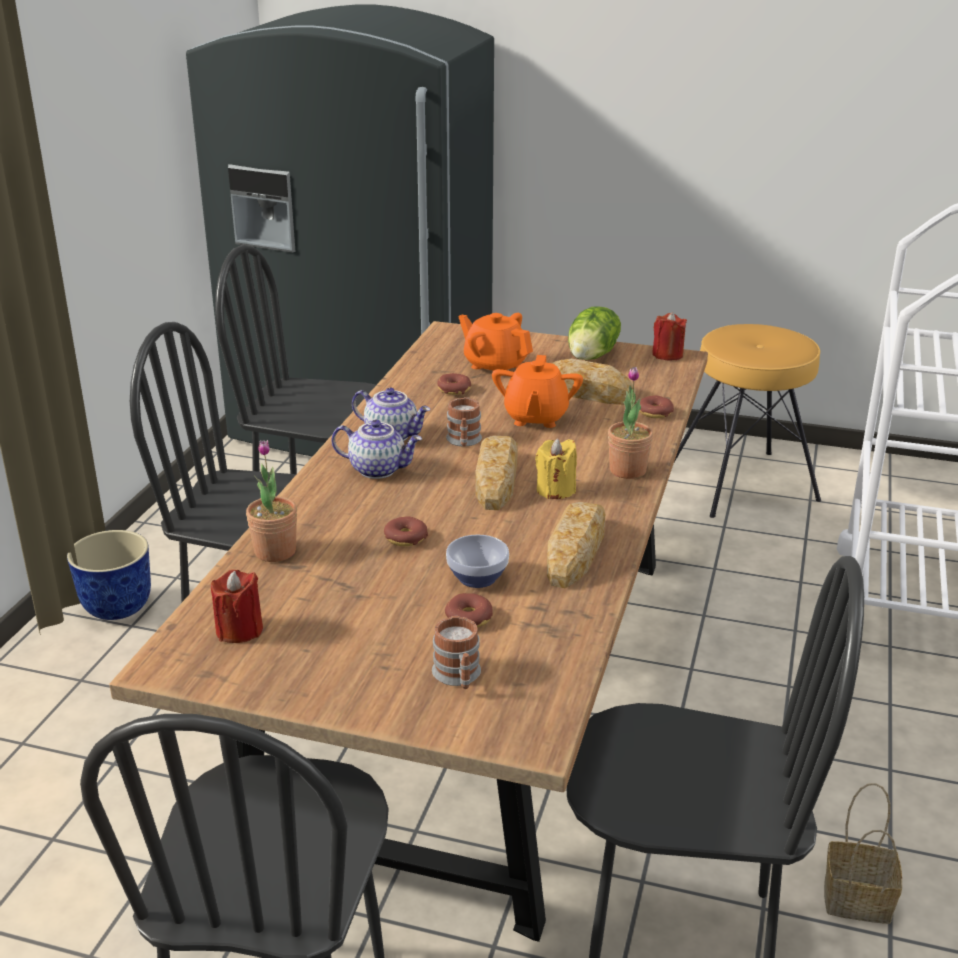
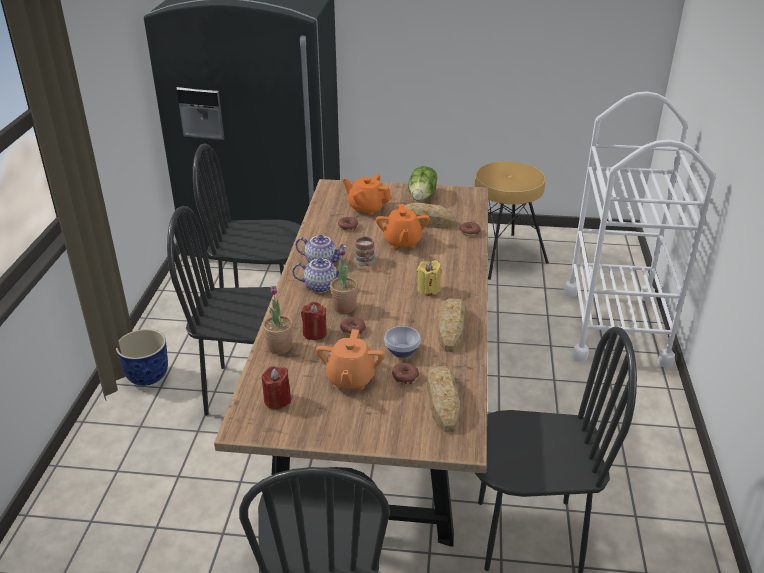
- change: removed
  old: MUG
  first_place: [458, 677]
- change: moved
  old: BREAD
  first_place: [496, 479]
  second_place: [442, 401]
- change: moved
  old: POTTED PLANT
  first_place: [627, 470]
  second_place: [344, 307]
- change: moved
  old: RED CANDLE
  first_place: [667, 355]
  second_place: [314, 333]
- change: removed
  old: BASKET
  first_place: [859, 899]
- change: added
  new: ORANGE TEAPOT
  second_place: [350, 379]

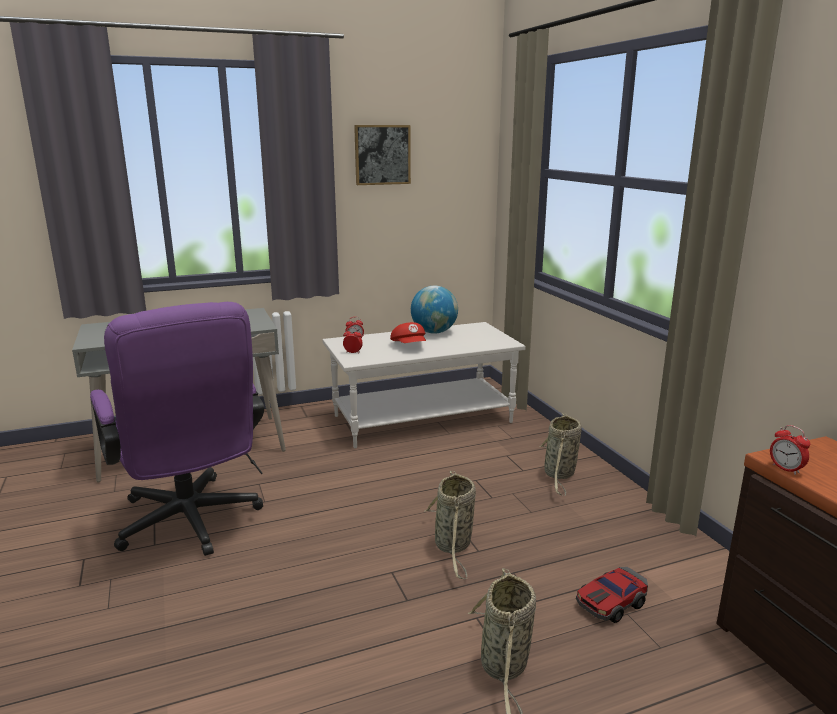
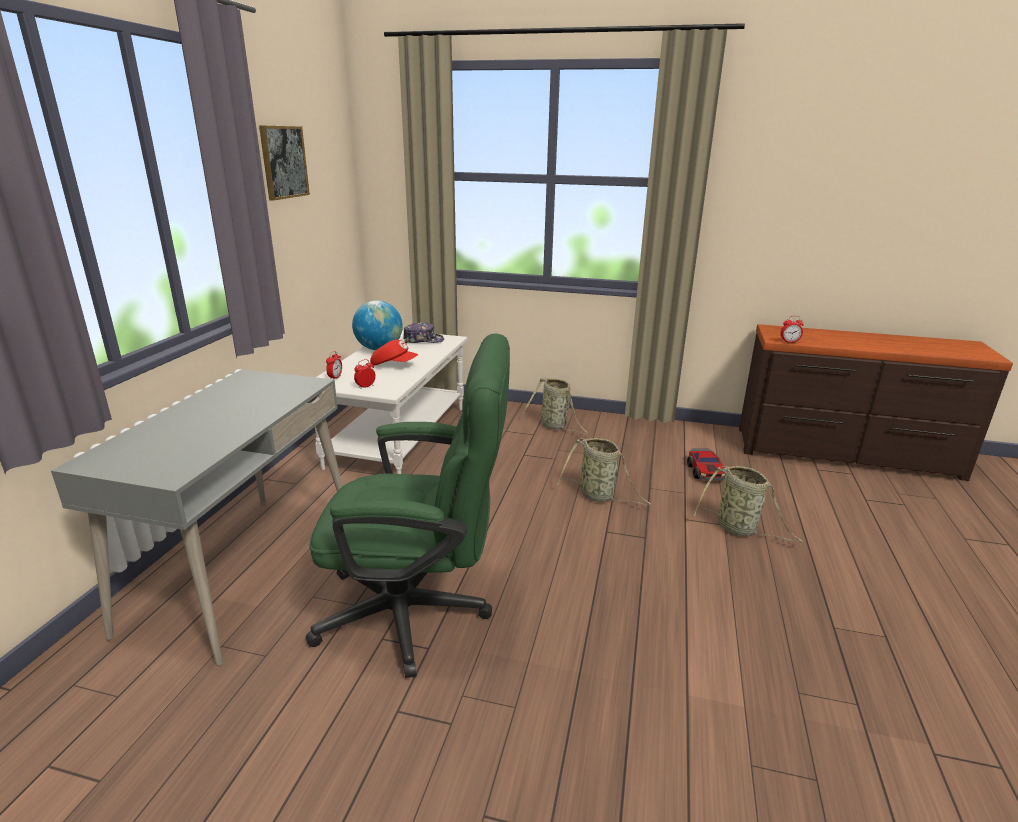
- change: recoloured
  old: PURPLE OFFICE CHAIR
  new: GREEN OFFICE CHAIR
  first_place: [191, 525]
  second_place: [419, 613]
- change: added
  new: CAP
  second_place: [423, 340]

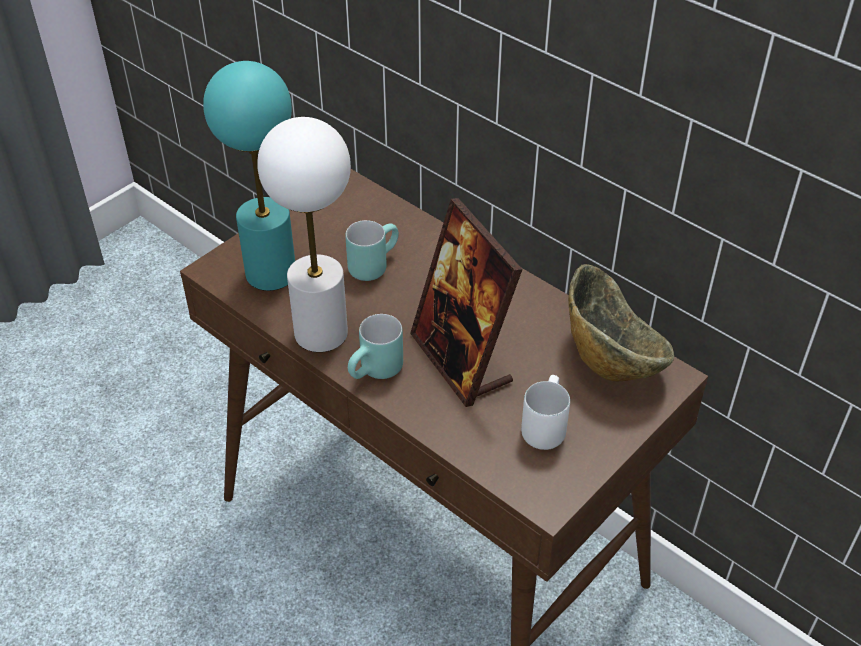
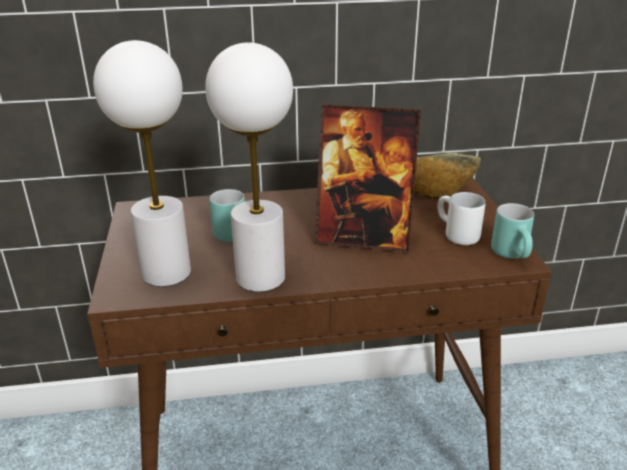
- change: recoloured
  old: TURQUOISE TABLE LAMP
  new: WHITE TABLE LAMP
  first_place: [271, 273]
  second_place: [166, 272]
- change: moved
  old: TURQUOISE MUG
  first_place: [377, 373]
  second_place: [514, 255]

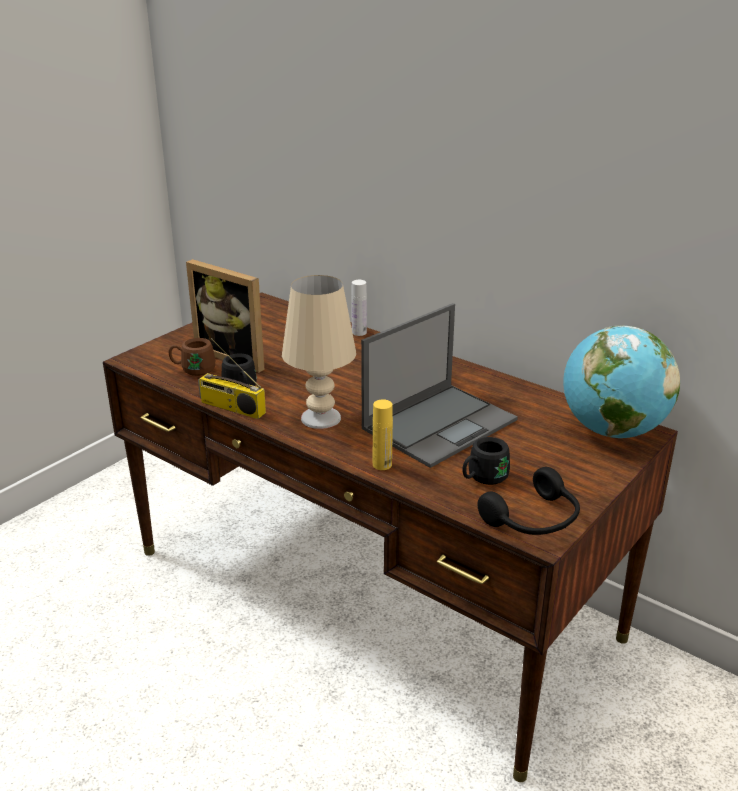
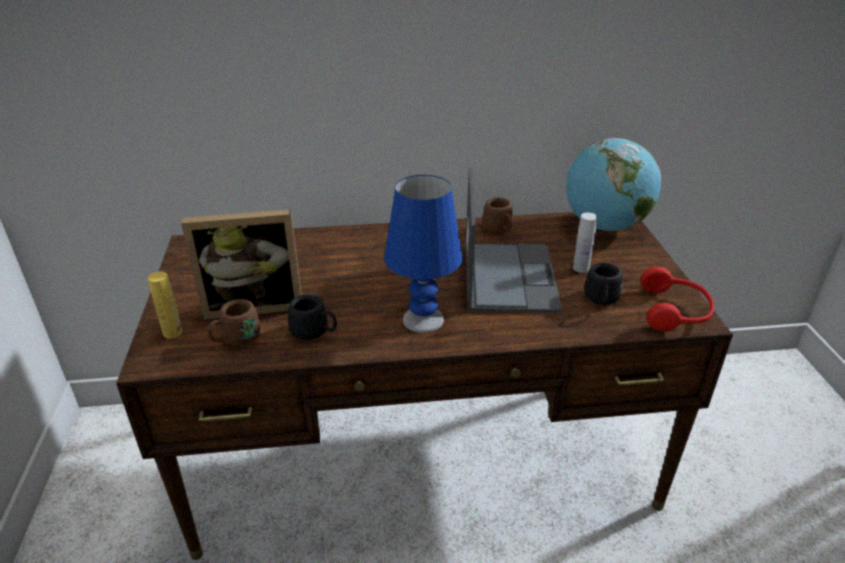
- change: removed
  old: RADIO
  first_place: [231, 408]
- change: recoloured
  old: BEIGE TABLE LAMP
  new: BLUE TABLE LAMP
  first_place: [320, 418]
  second_place: [422, 320]
- change: moved
  old: WHITE BOTTLE
  first_place: [359, 332]
  second_place: [580, 268]
- change: moved
  old: YELLOW BOTTLE
  first_place: [382, 464]
  second_place: [172, 332]
- change: recoloured
  old: BLACK HEADPHONES
  new: RED HEADPHONES
  first_place: [534, 520]
  second_place: [675, 311]
- change: added
  new: BROWN MUG
  second_place: [499, 230]

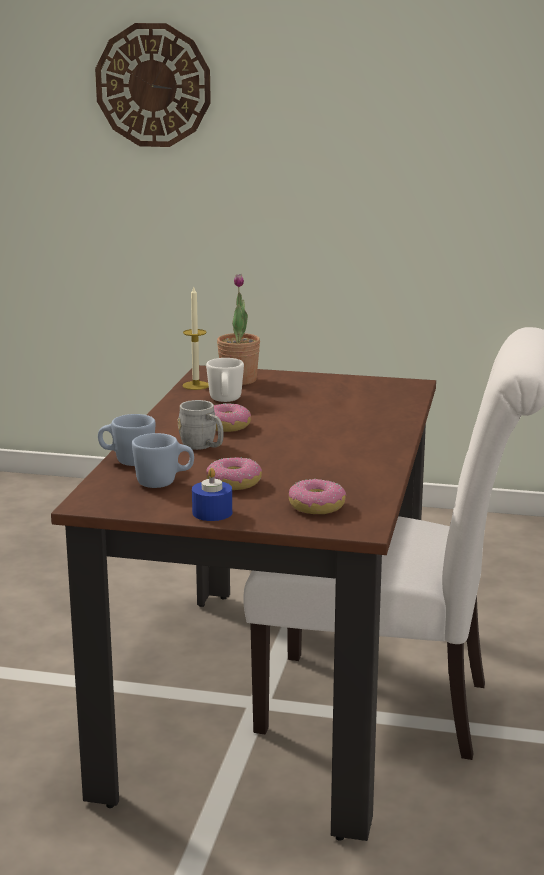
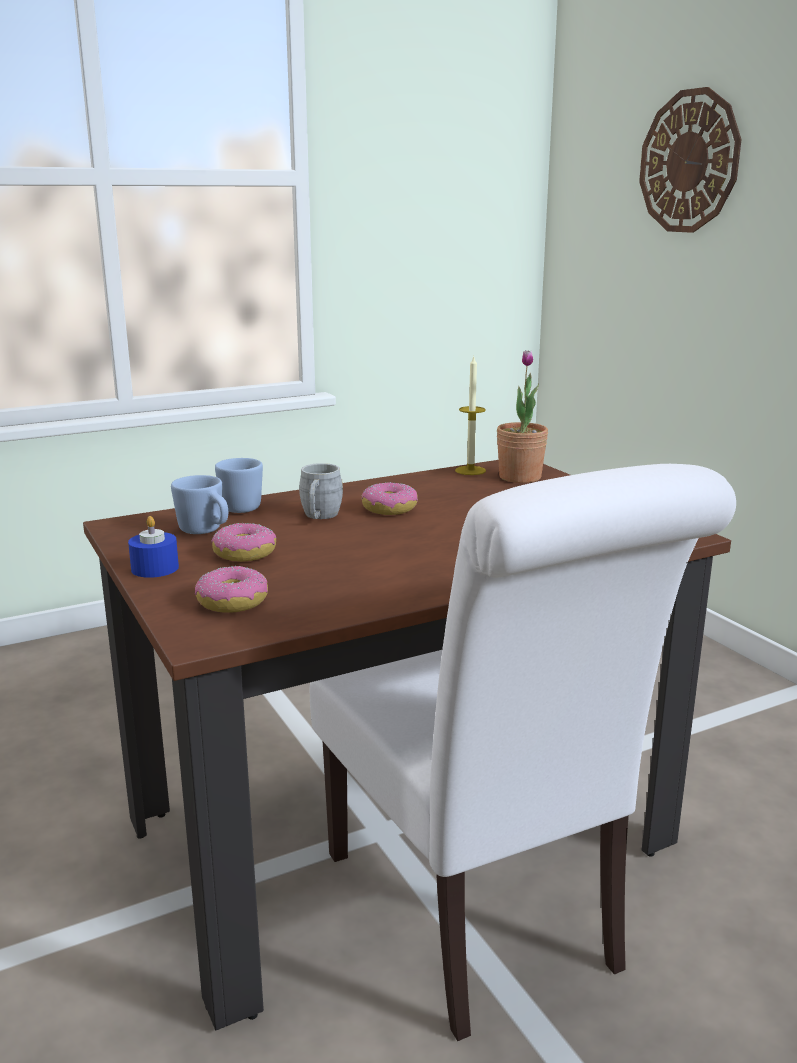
- change: removed
  old: WHITE MUG
  first_place: [225, 400]

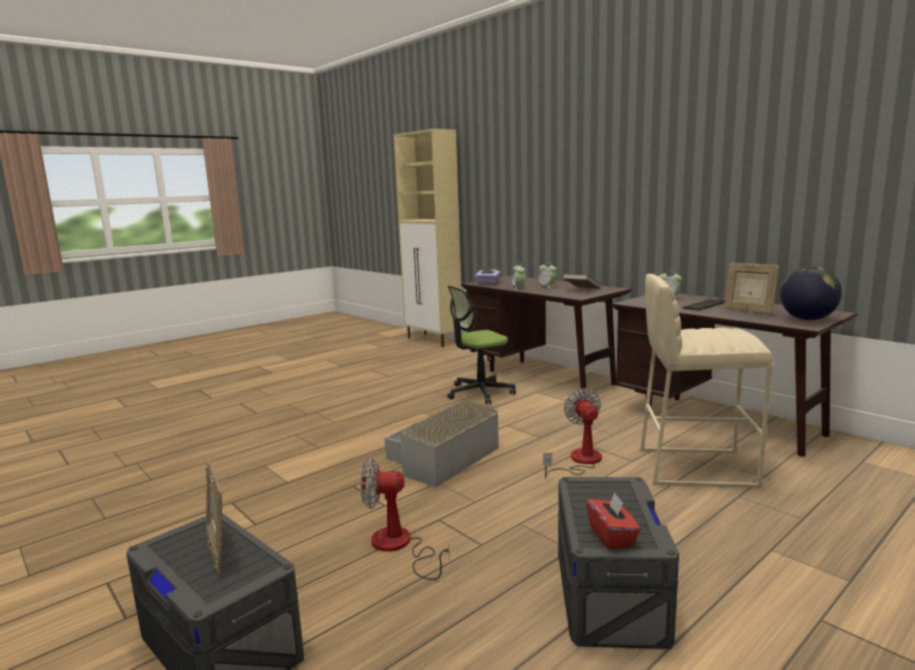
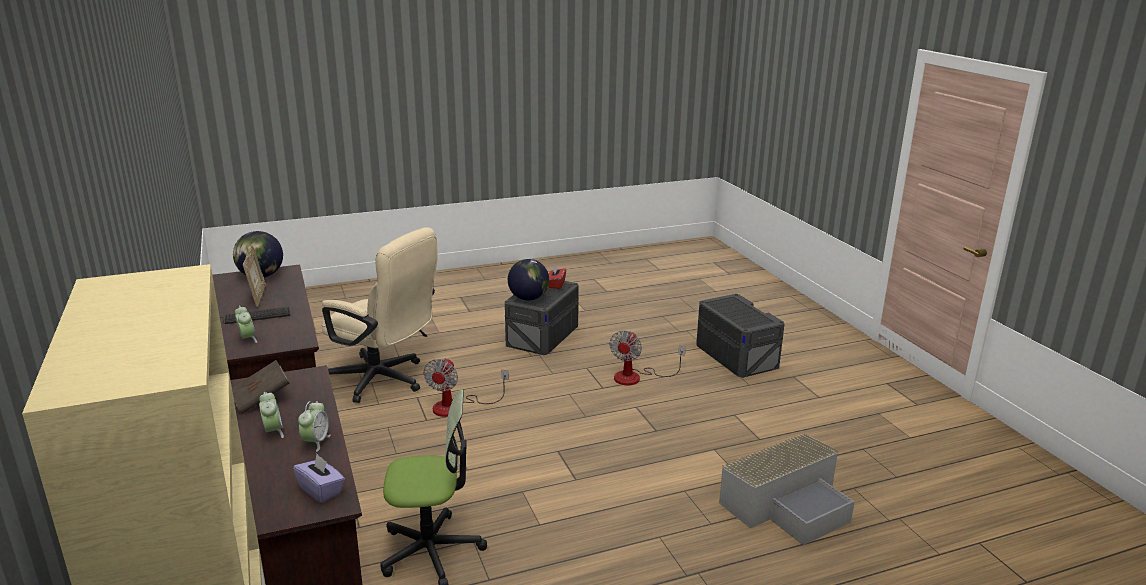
- change: removed
  old: PICTURE FRAME
  first_place: [218, 551]
- change: turned
  old: FAN
  first_place: [399, 547]
  second_place: [636, 377]
  degrees: 90
- change: moved
  old: GREY STORAGE BOX
  first_place: [441, 459]
  second_place: [787, 504]
- change: replaced
  old: BEIGE STOOL
  new: BEIGE OFFICE CHAIR
  first_place: [694, 467]
  second_place: [384, 381]
- change: added
  new: GLOBE
  second_place: [528, 298]

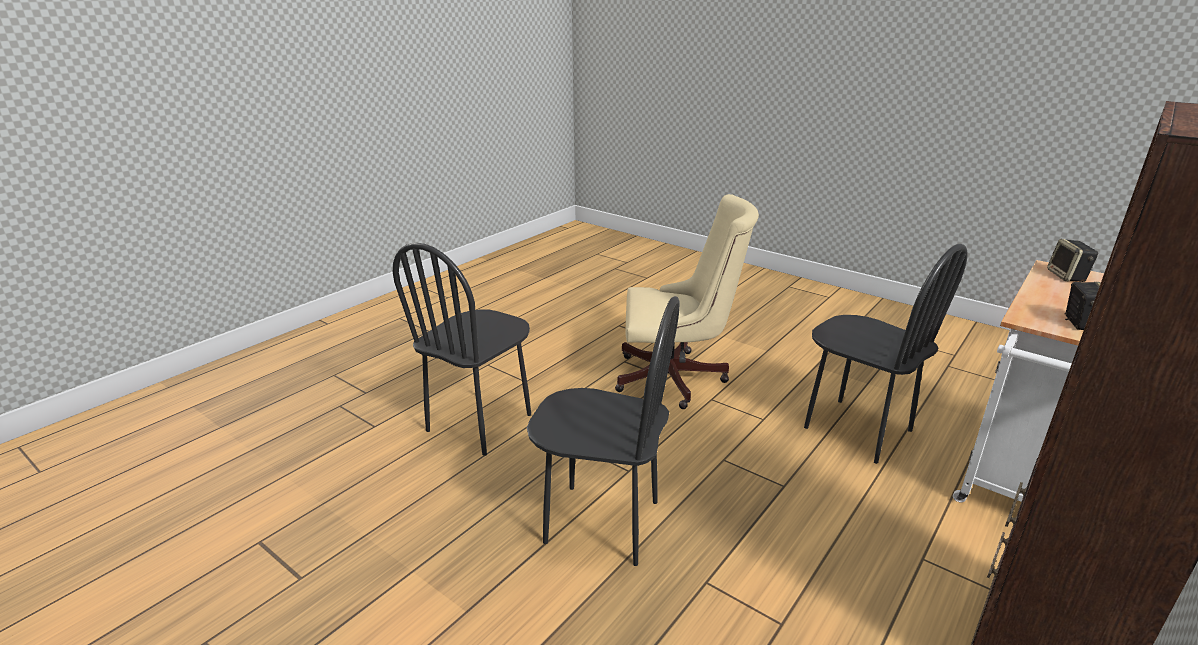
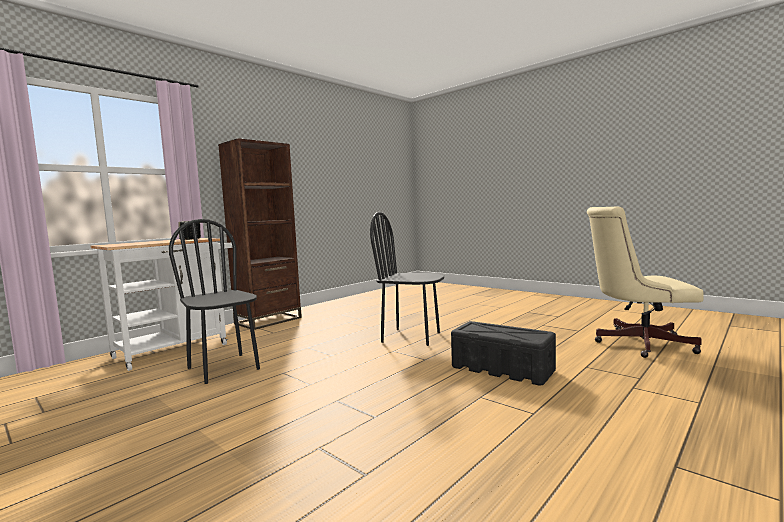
- change: replaced
  old: BLACK CHAIR
  new: BLACK STORAGE BOX
  first_place: [480, 423]
  second_place: [503, 369]
- change: moved
  old: BEIGE OFFICE CHAIR
  first_place: [677, 379]
  second_place: [636, 343]
- change: removed
  old: SPEAKER
  first_place: [1067, 276]

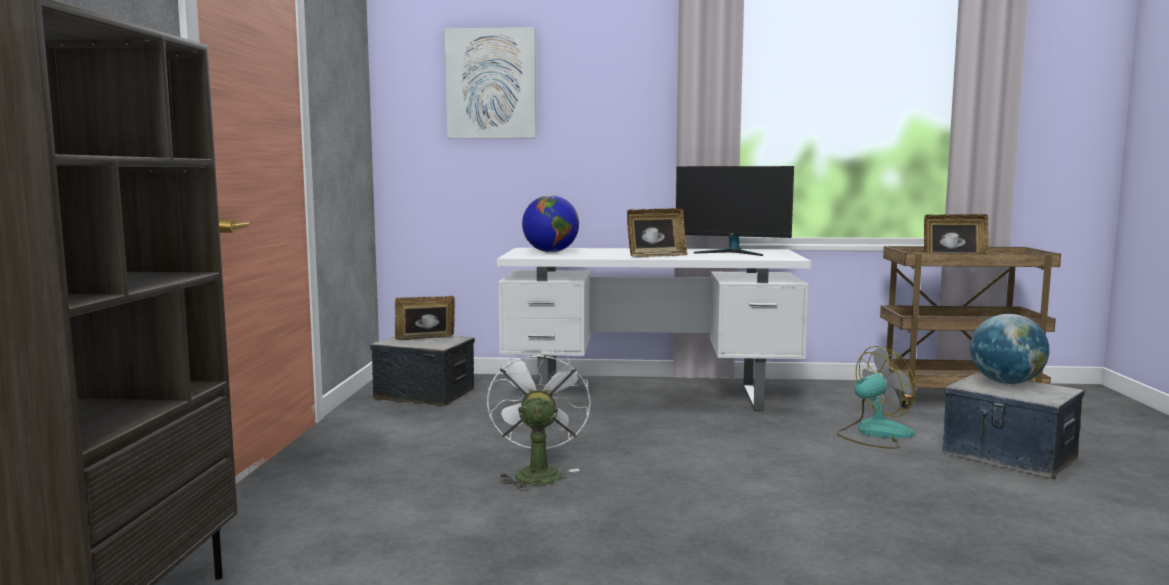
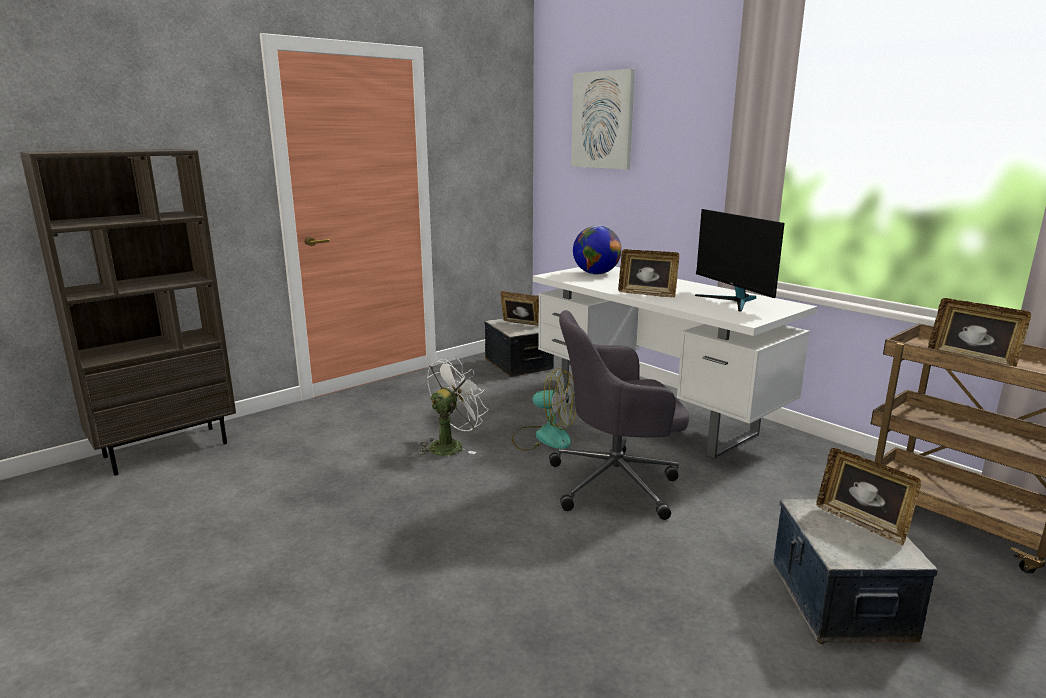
- change: moved
  old: FAN
  first_place: [874, 434]
  second_place: [544, 437]
- change: replaced
  old: GLOBE
  new: PICTURE FRAME
  first_place: [1006, 383]
  second_place: [861, 522]
- change: added
  new: GREY OFFICE CHAIR
  second_place: [617, 483]

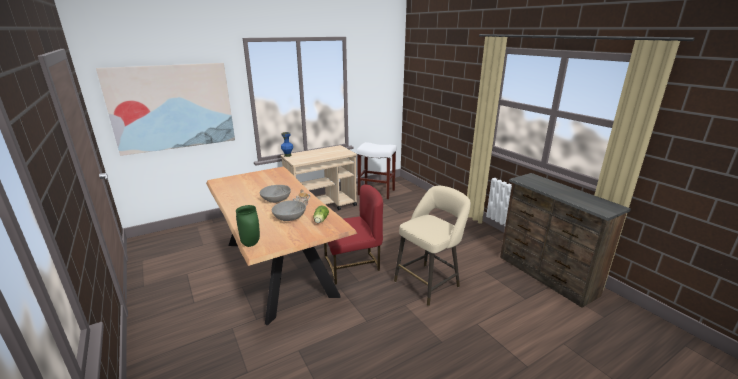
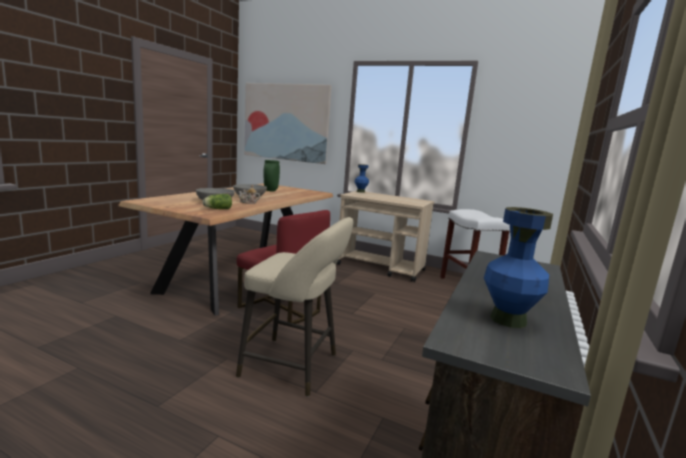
- change: moved
  old: GREEN VASE
  first_place: [250, 244]
  second_place: [270, 190]
- change: added
  new: BLUE VASE
  second_place: [508, 320]

